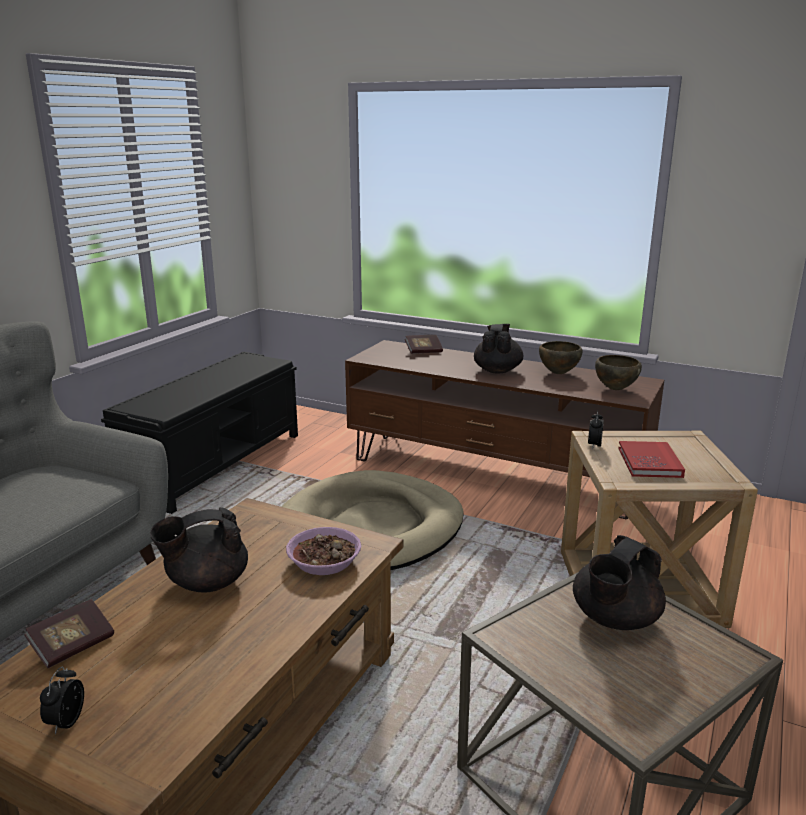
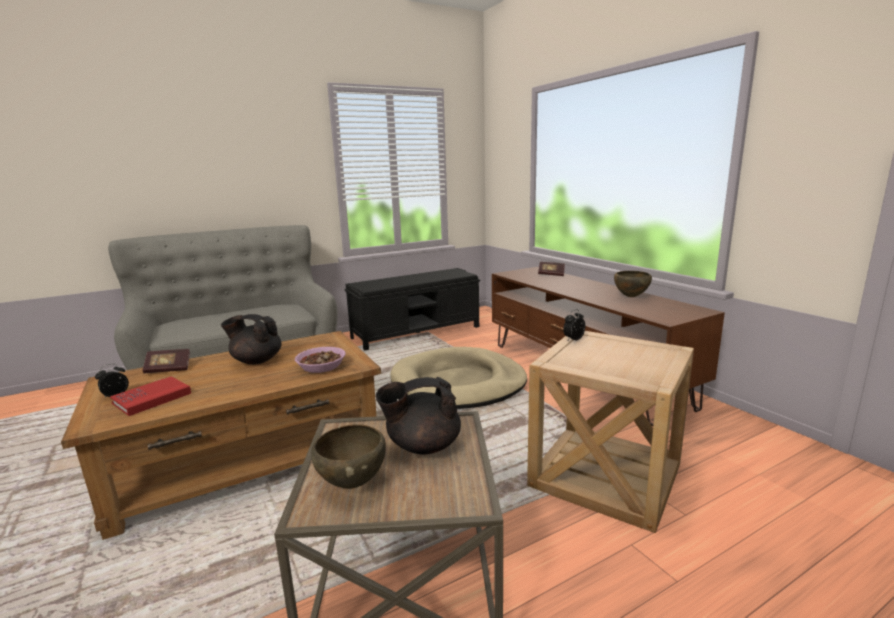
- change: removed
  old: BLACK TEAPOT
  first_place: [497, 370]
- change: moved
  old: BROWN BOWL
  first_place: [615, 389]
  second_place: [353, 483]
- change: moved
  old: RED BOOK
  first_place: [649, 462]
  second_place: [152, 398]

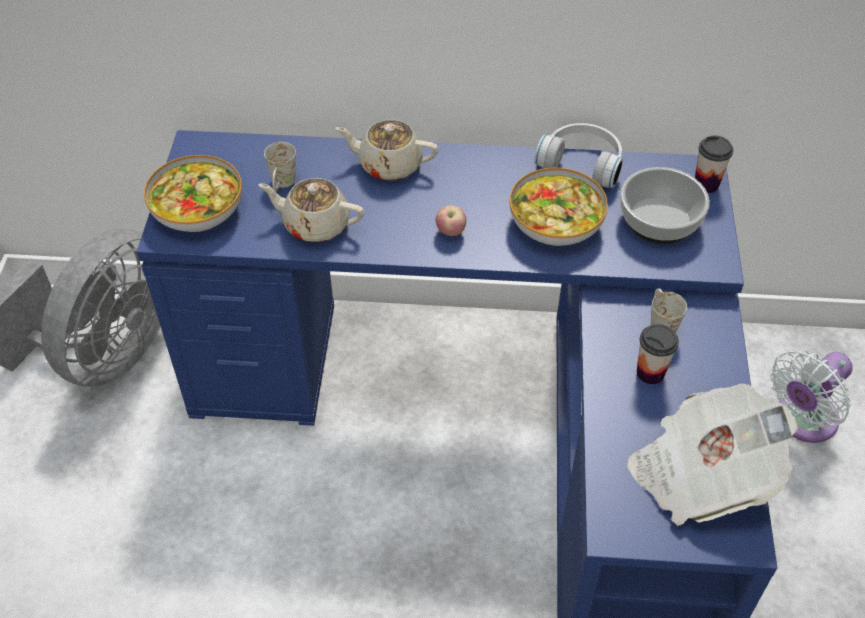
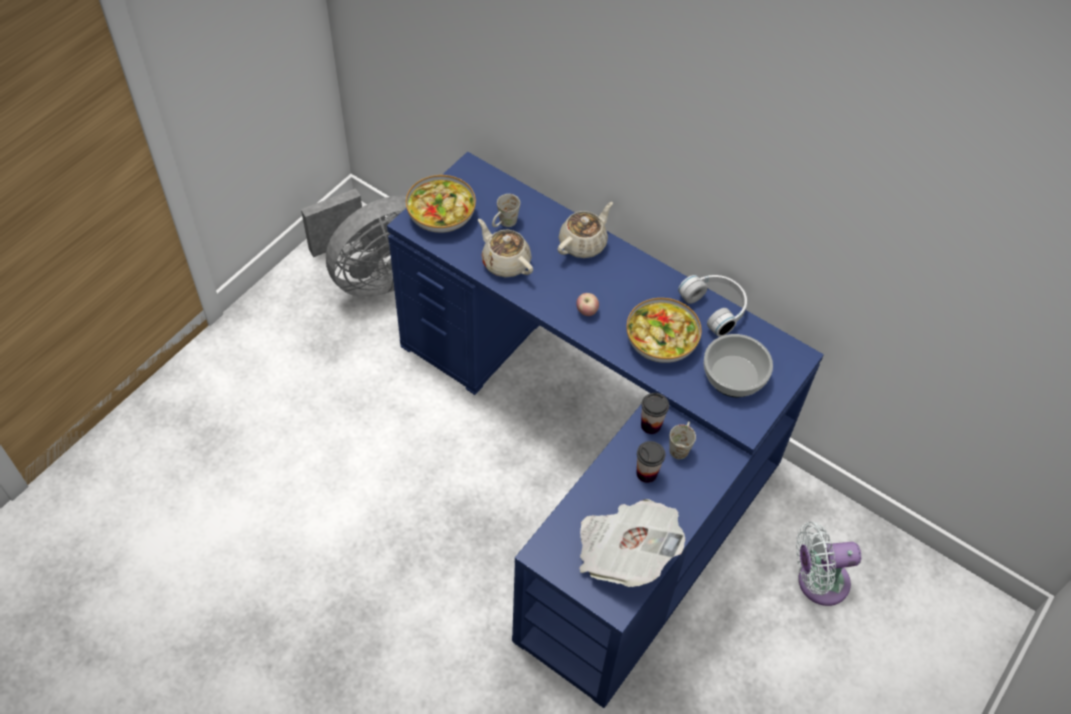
- change: turned
  old: BEIGE TEAPOT
  first_place: [389, 164]
  second_place: [583, 243]
  degrees: 90
- change: moved
  old: CUP
  first_place: [706, 184]
  second_place: [651, 425]

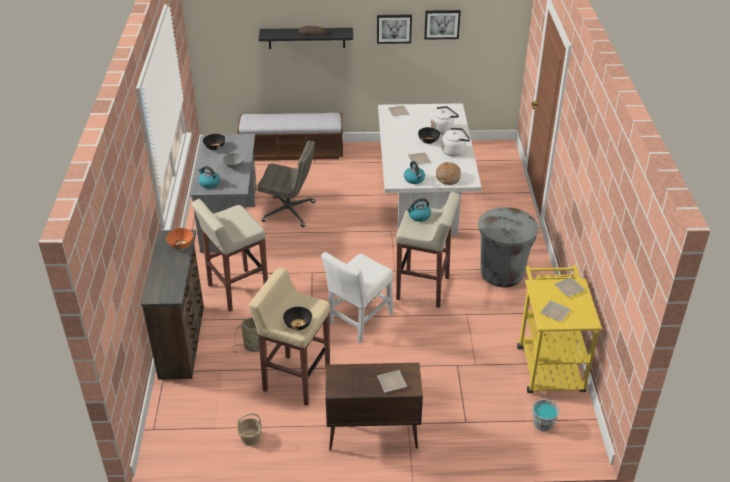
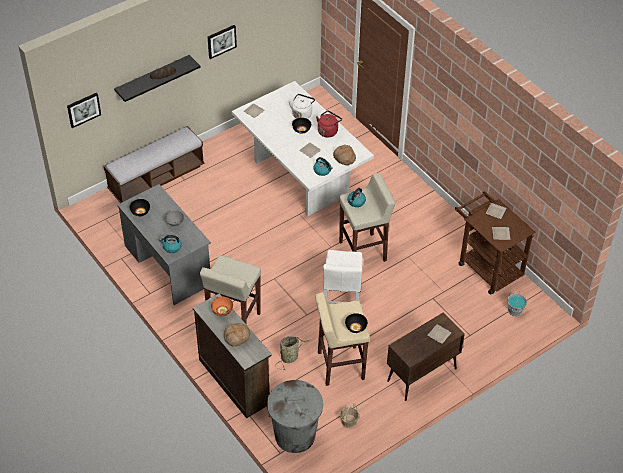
- change: removed
  old: GREY OFFICE CHAIR
  first_place: [289, 212]
- change: moved
  old: PICTURE
  first_place: [442, 24]
  second_place: [83, 109]
- change: recoloured
  old: WHITE KETTLE
  new: RED KETTLE
  first_place: [454, 151]
  second_place: [328, 131]
- change: moved
  old: GREY TRASH CAN
  first_place: [502, 273]
  second_place: [295, 435]
- change: recoloured
  old: YELLOW CART
  new: BROWN CART
  first_place: [548, 363]
  second_place: [486, 266]
- change: added
  new: BREAD
  second_place: [237, 337]

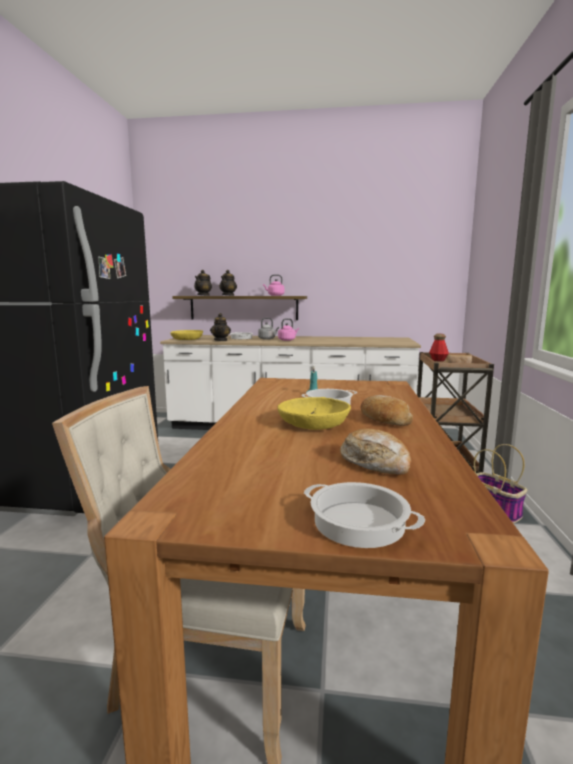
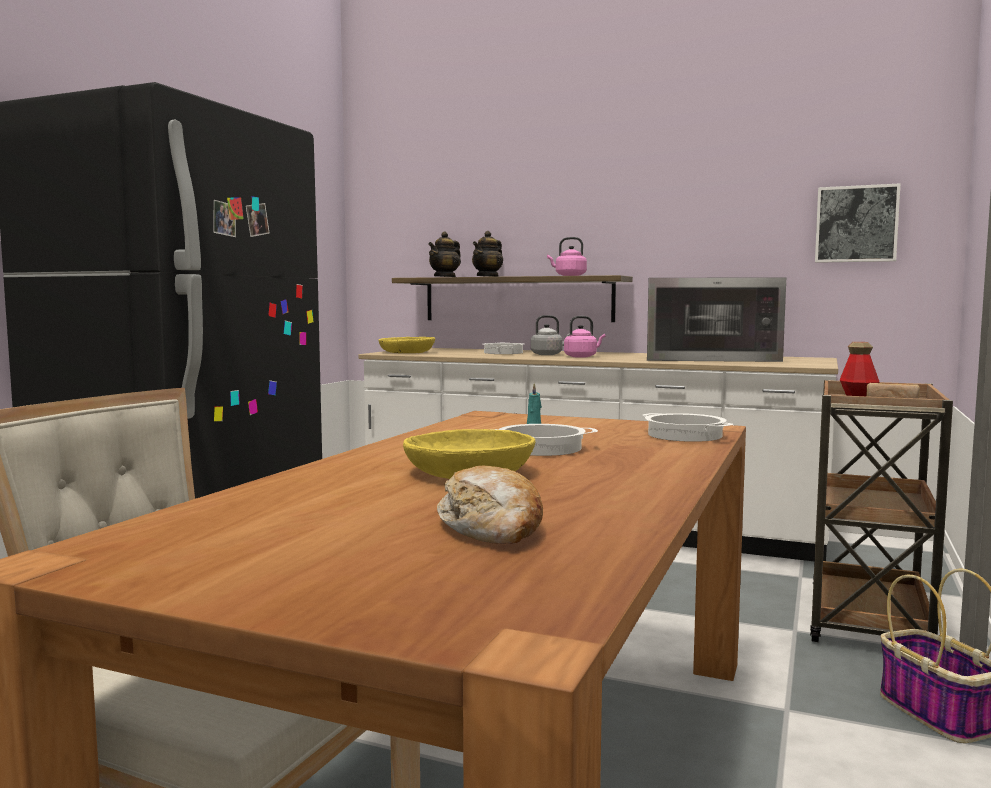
- change: removed
  old: TEAPOT
  first_place: [221, 340]
- change: moved
  old: COOKING POT
  first_place: [358, 523]
  second_place: [683, 435]
- change: removed
  old: BREAD
  first_place: [384, 419]
- change: added
  new: MICROWAVE
  second_place: [709, 358]
- change: added
  new: PICTURE
  second_place: [856, 224]

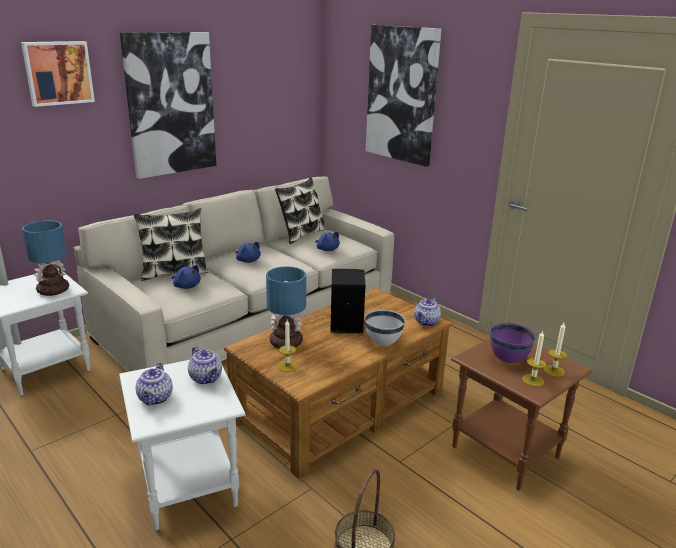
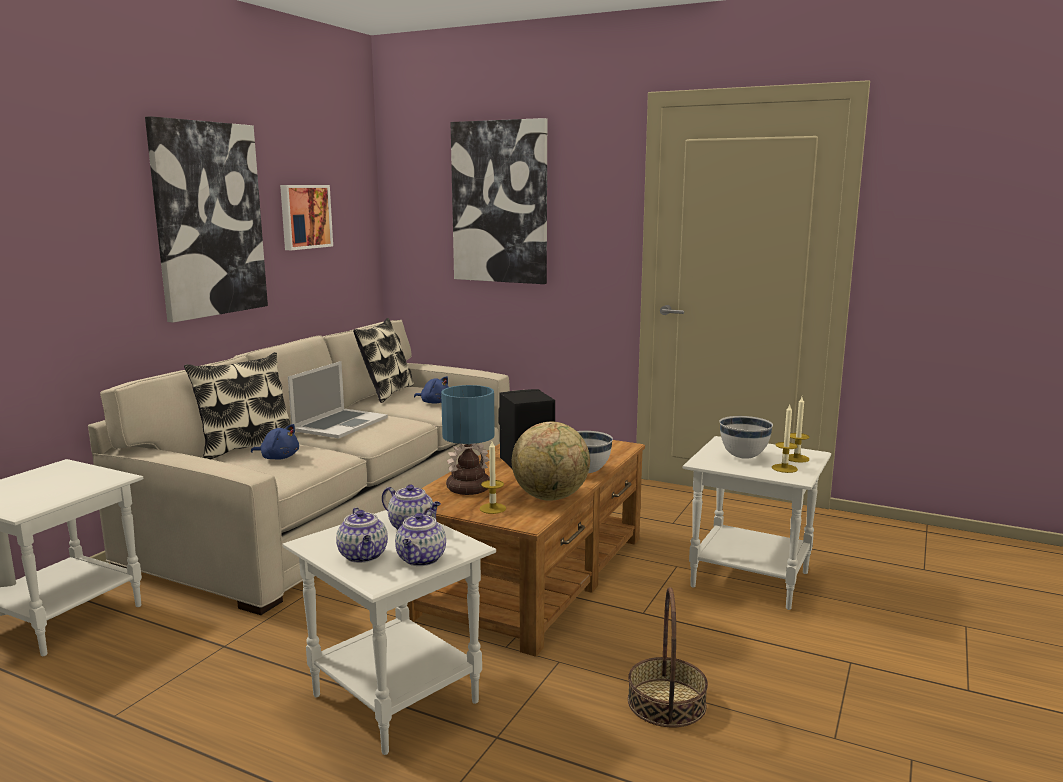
- change: moved
  old: PICTURE
  first_place: [58, 73]
  second_place: [304, 216]
- change: removed
  old: TABLE LAMP
  first_place: [54, 290]
- change: replaced
  old: BLUE PLUSH TOY
  new: LAPTOP
  first_place: [247, 260]
  second_place: [340, 424]
- change: moved
  old: TEAPOT
  first_place: [426, 322]
  second_place: [421, 559]
- change: recoloured
  old: BROWN SIDE TABLE
  new: WHITE SIDE TABLE
  first_place: [506, 453]
  second_place: [751, 580]
- change: recoloured
  old: PURPLE BOWL
  new: WHITE BOWL
  first_place: [508, 360]
  second_place: [744, 457]
- change: added
  new: GLOBE
  second_place: [551, 497]

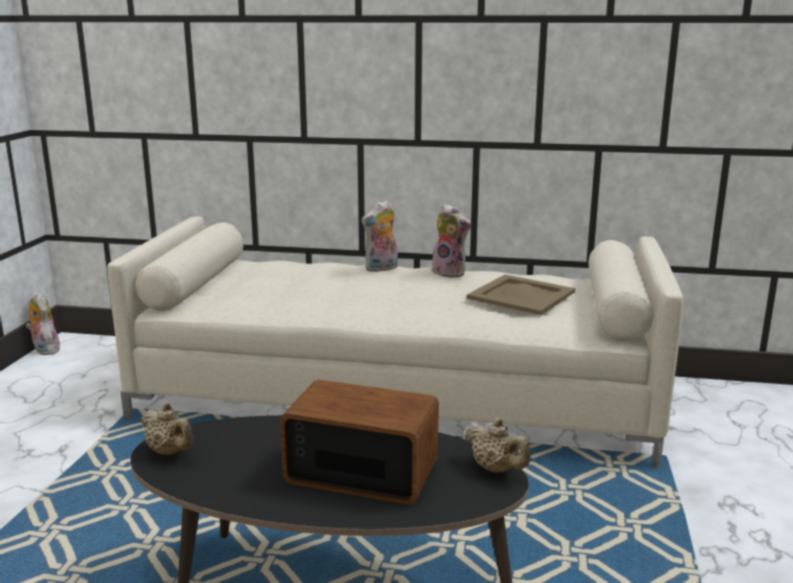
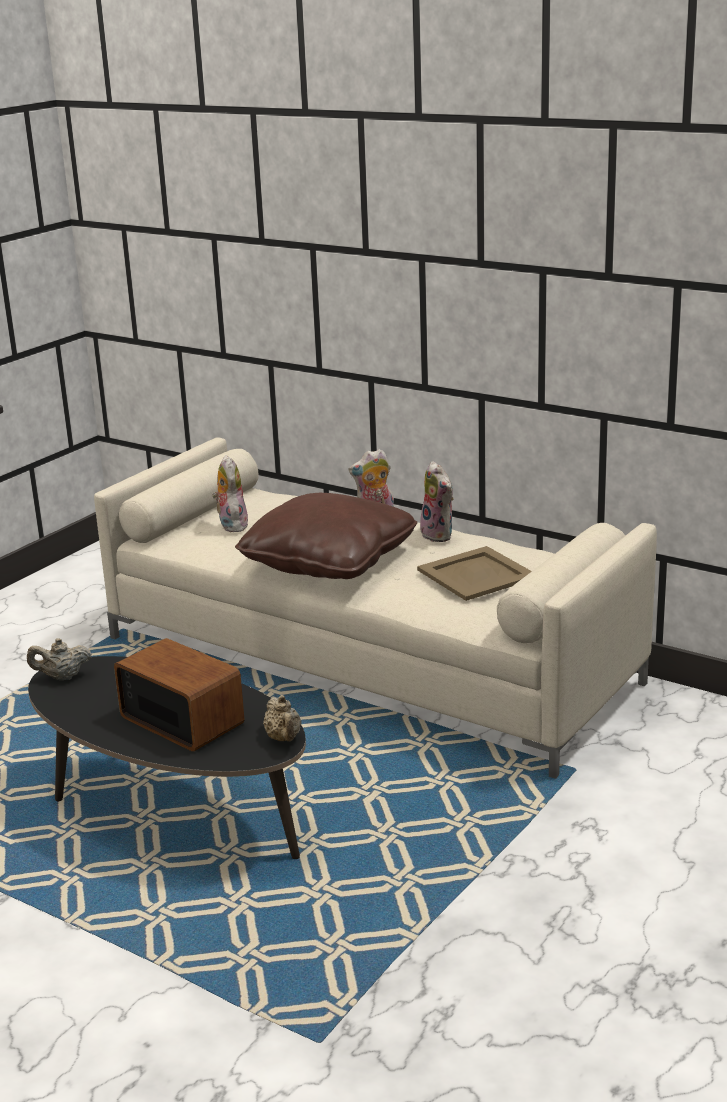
- change: moved
  old: PLUSH TOY
  first_place: [44, 350]
  second_place: [231, 525]
- change: turned
  old: BEIGE TEAPOT
  first_place: [170, 452]
  second_place: [62, 677]
  degrees: 105
- change: added
  new: BROWN PILLOW
  second_place: [328, 562]

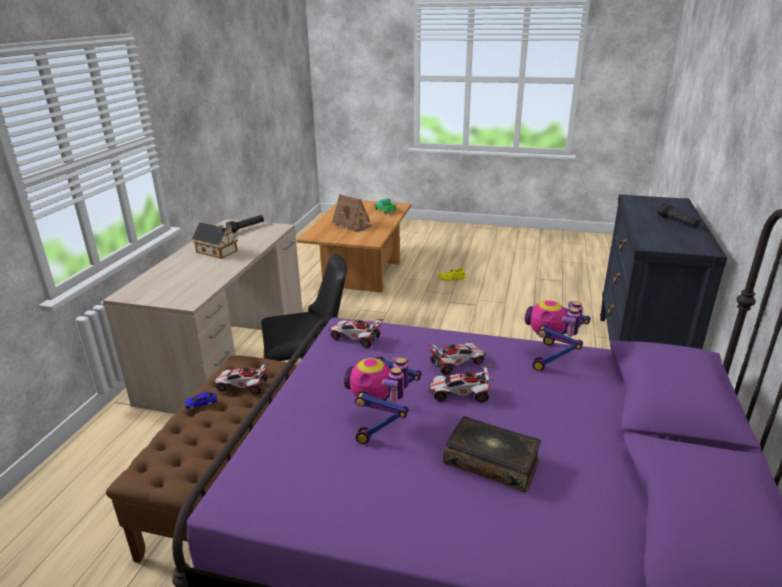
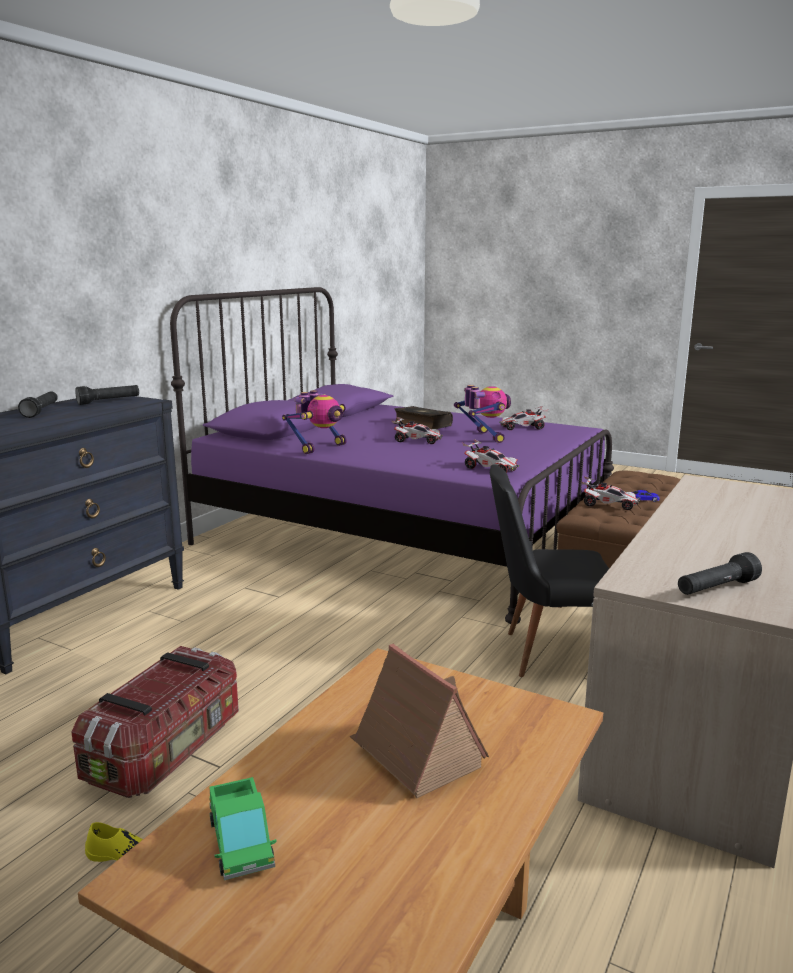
- change: removed
  old: TOY HOUSE
  first_place: [218, 252]
- change: turned
  old: TOY ROBOT
  first_place: [382, 423]
  second_place: [483, 437]
  degrees: -45
- change: moved
  old: TOY CAR
  first_place: [456, 364]
  second_place: [522, 428]
- change: added
  new: STORAGE BOX
  second_place: [168, 750]
- change: added
  new: BLACK FLASHLIGHT
  second_place: [109, 401]

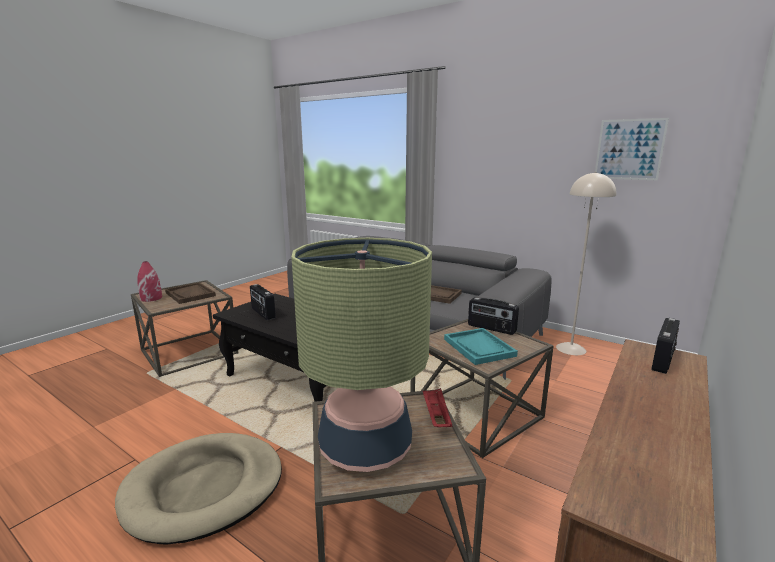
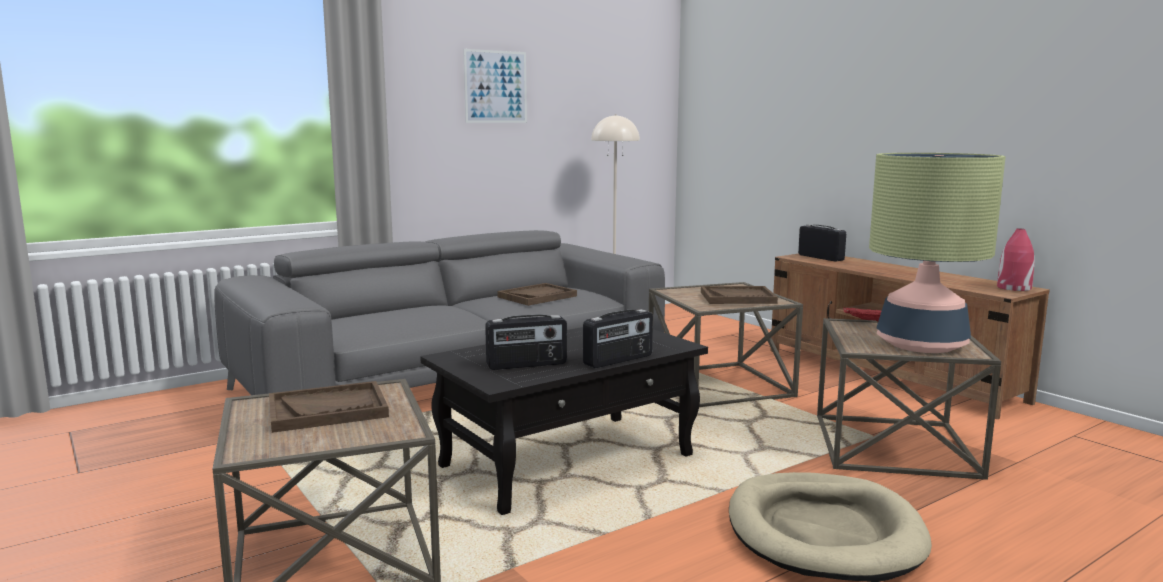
- change: moved
  old: RED VASE
  first_place: [151, 298]
  second_place: [1013, 288]
- change: recoloured
  old: TURQUOISE TRAY
  new: BROWN TRAY
  first_place: [479, 347]
  second_place: [738, 297]
- change: moved
  old: RADIO
  first_place: [491, 328]
  second_place: [618, 360]
- change: moved
  old: PICTURE
  first_place: [629, 149]
  second_place: [495, 87]

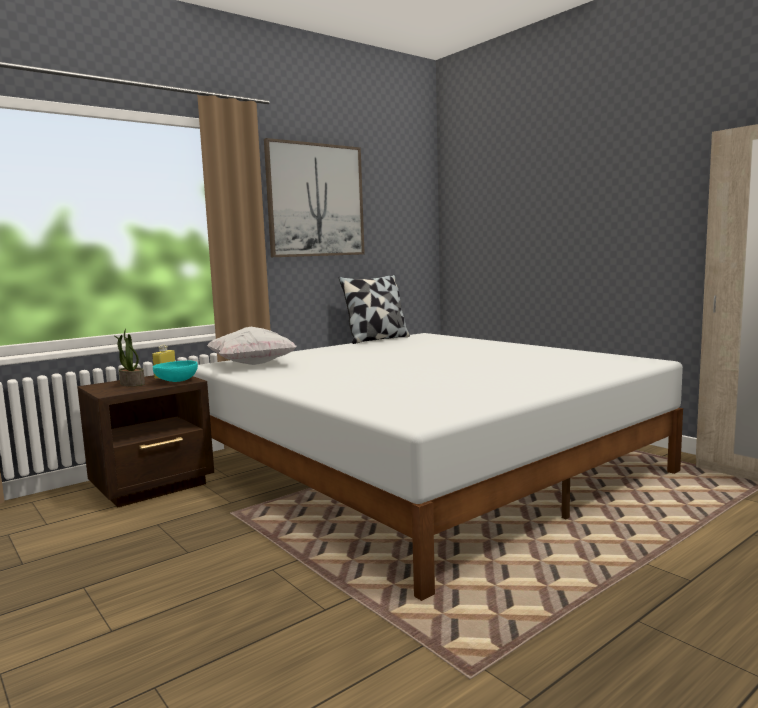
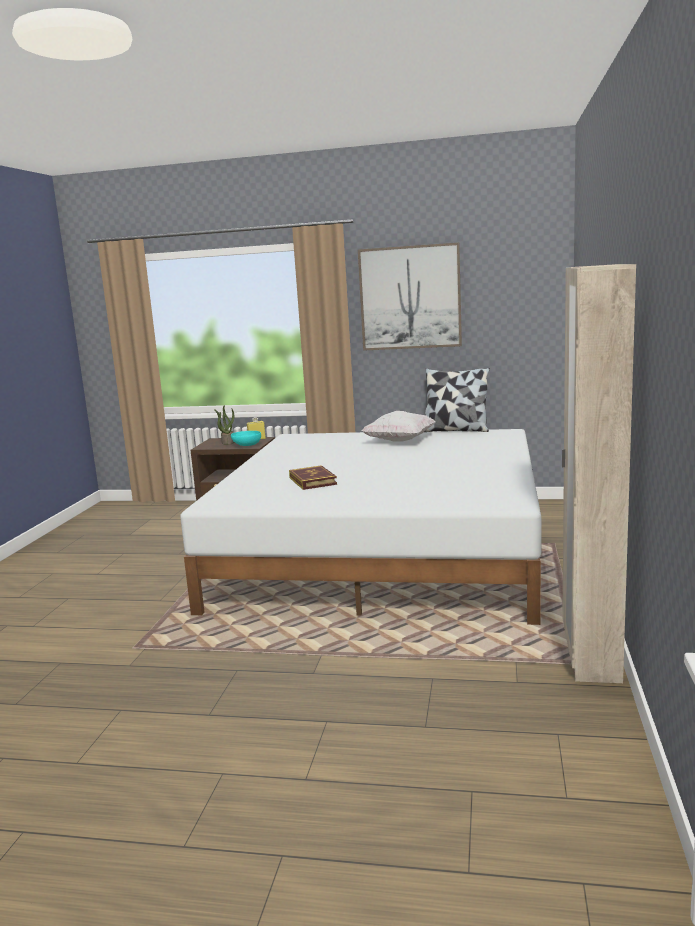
- change: moved
  old: WHITE PILLOW
  first_place: [253, 365]
  second_place: [399, 441]
- change: added
  new: BOOK
  second_place: [312, 481]

